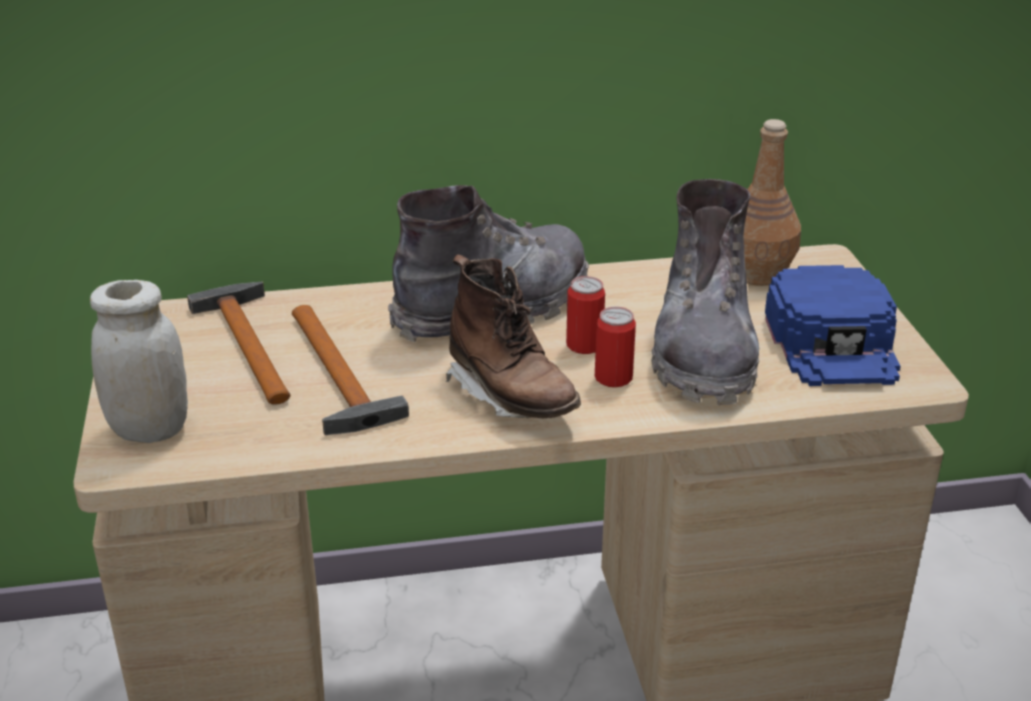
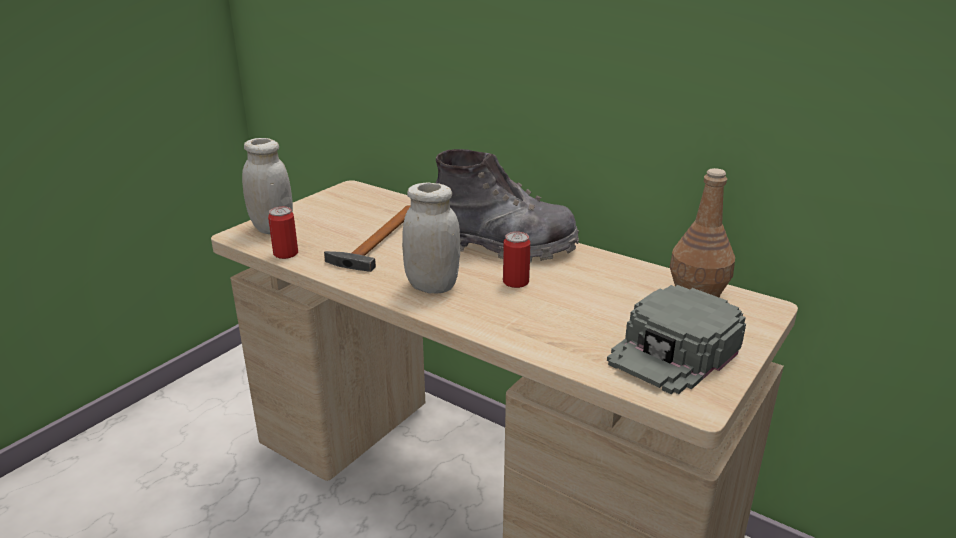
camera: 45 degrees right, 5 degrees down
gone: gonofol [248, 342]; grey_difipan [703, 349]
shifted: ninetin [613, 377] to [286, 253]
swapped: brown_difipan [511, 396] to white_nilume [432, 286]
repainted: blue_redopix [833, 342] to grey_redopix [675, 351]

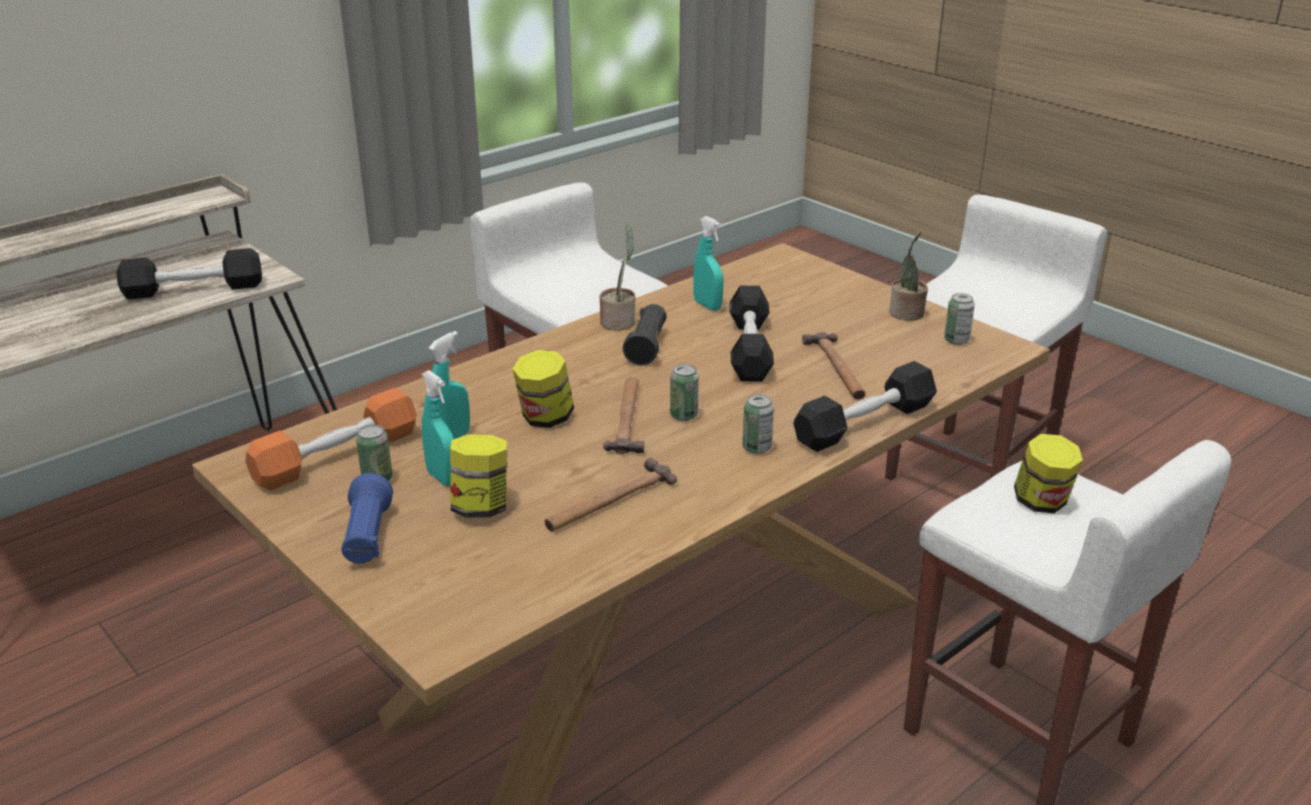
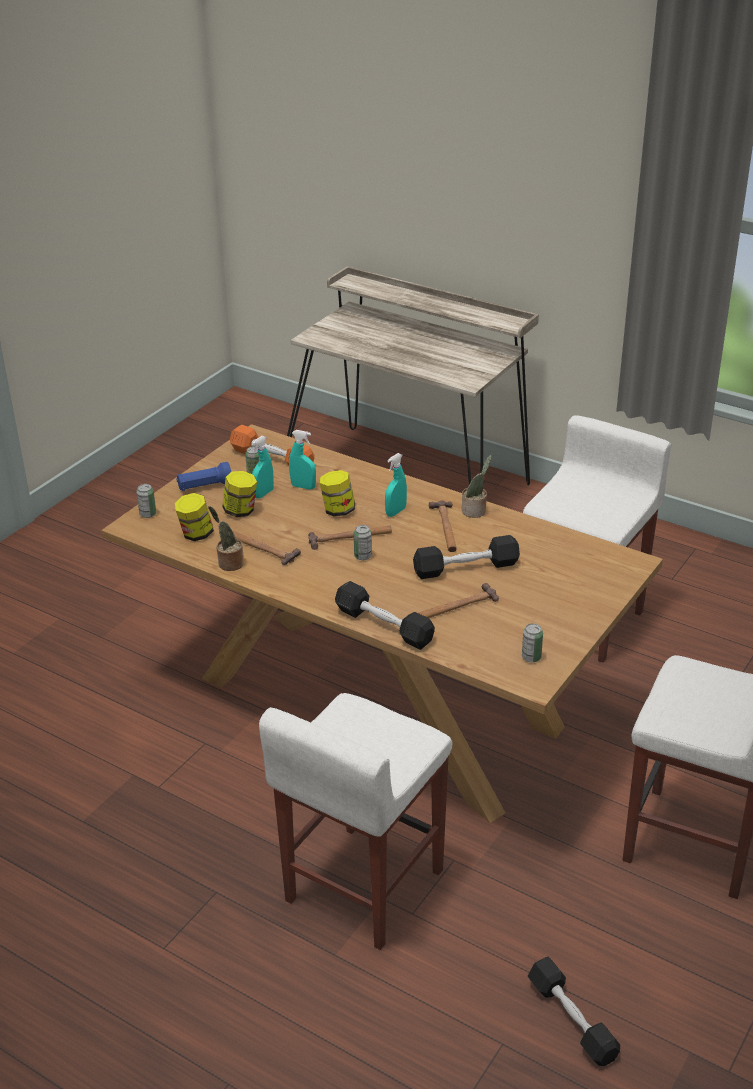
camera: 75 degrees right, 5 degrees up
shifted: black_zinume [193, 289] to [572, 1019]; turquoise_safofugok [707, 305] to [395, 512]; ninetin [756, 448] to [148, 514]; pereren [906, 314] to [229, 563]; nilume [1042, 502] to [196, 534]
swapped: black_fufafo [647, 347] to gonofol [445, 528]

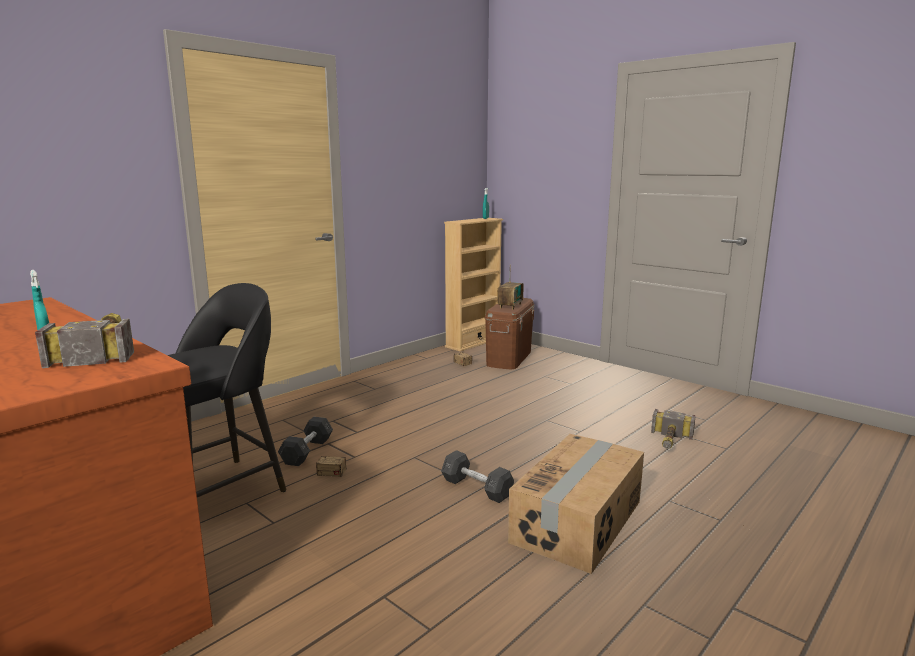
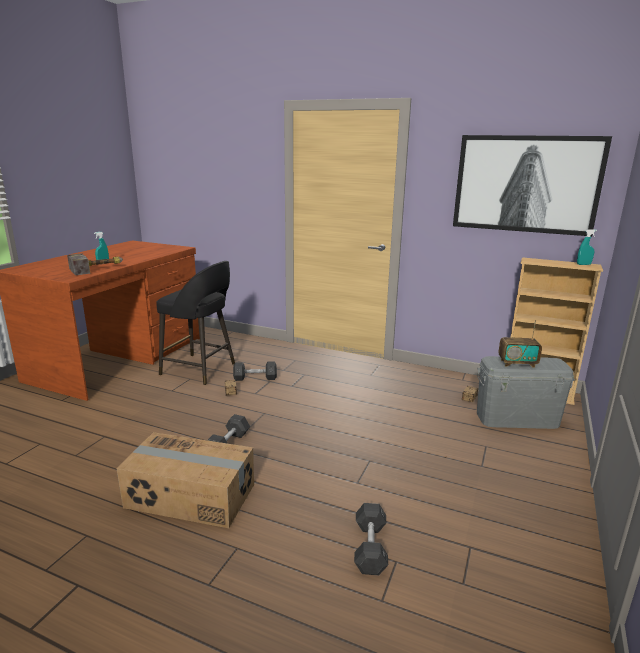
camera: 70 degrees right, 5 degrees up
new: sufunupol [526, 184]
swapped: gonofol [669, 442] to grey_zinume [370, 548]
repainted: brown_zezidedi [509, 358] to grey_zezidedi [517, 418]

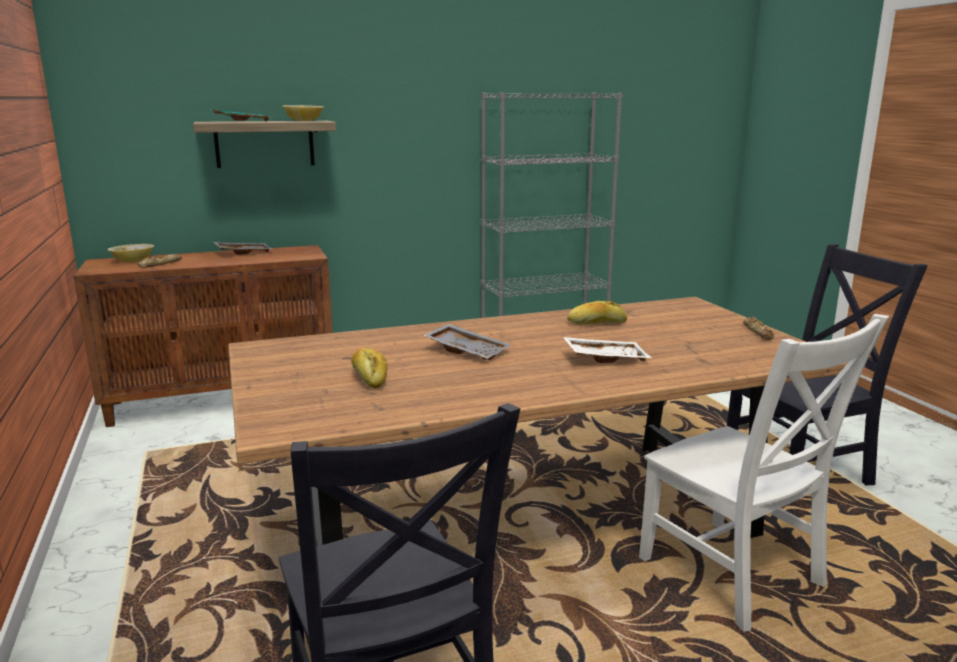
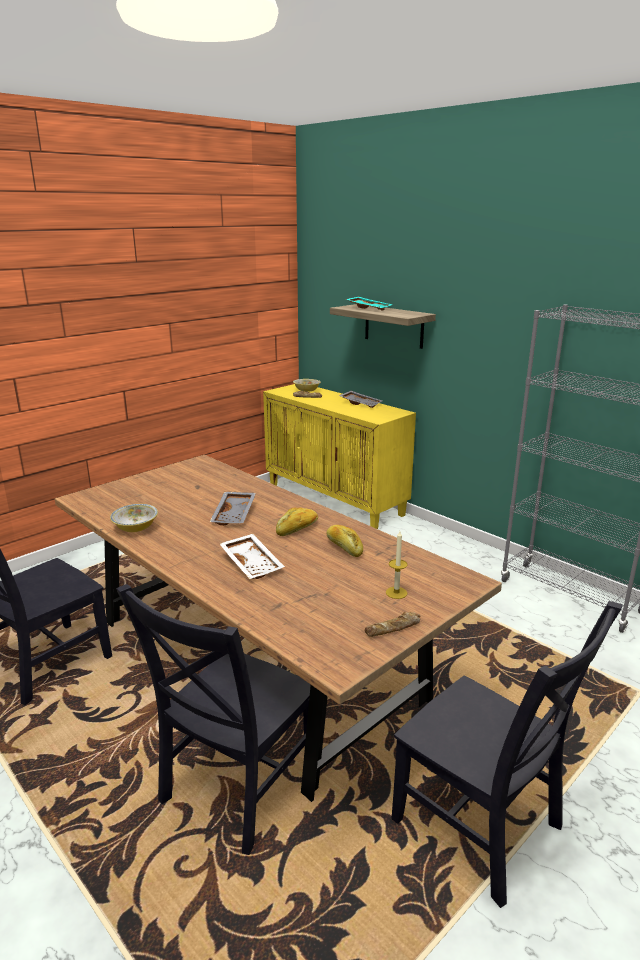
camera: 65 degrees right, 5 degrees up
new: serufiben [396, 593]
shifted: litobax [304, 121] to [135, 528]; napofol [370, 377] to [297, 529]
repainted: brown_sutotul [224, 399] to yellow_sutotul [335, 499]; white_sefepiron [735, 576] to black_sefepiron [235, 789]

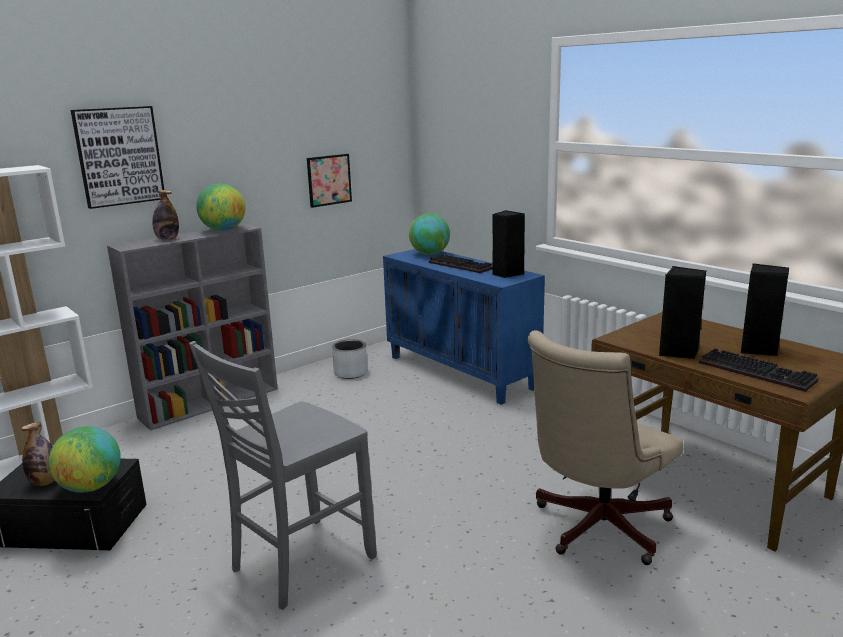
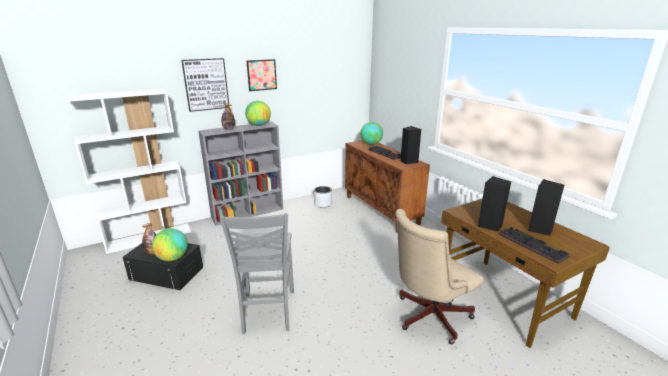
camera: 10 degrees right, 5 degrees up
shifted: sufunupol [329, 180] to [261, 75]
repainted: blue_sutotul [461, 372] to brown_sutotul [381, 210]
rotated: grey_sefepiron [299, 563] = [267, 312] 60 degrees counterclockwise

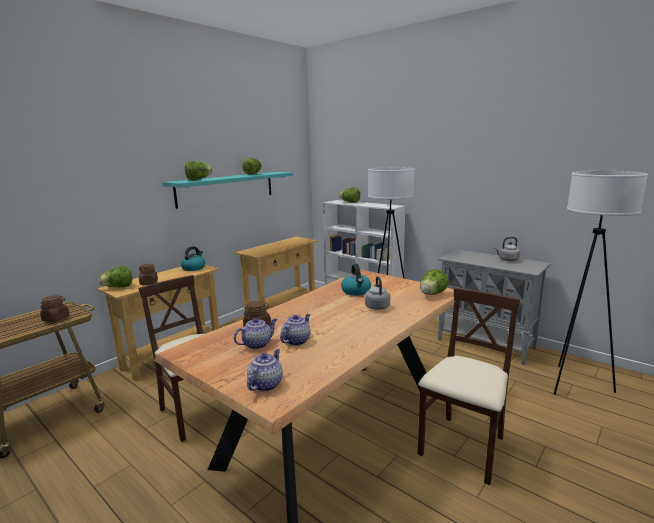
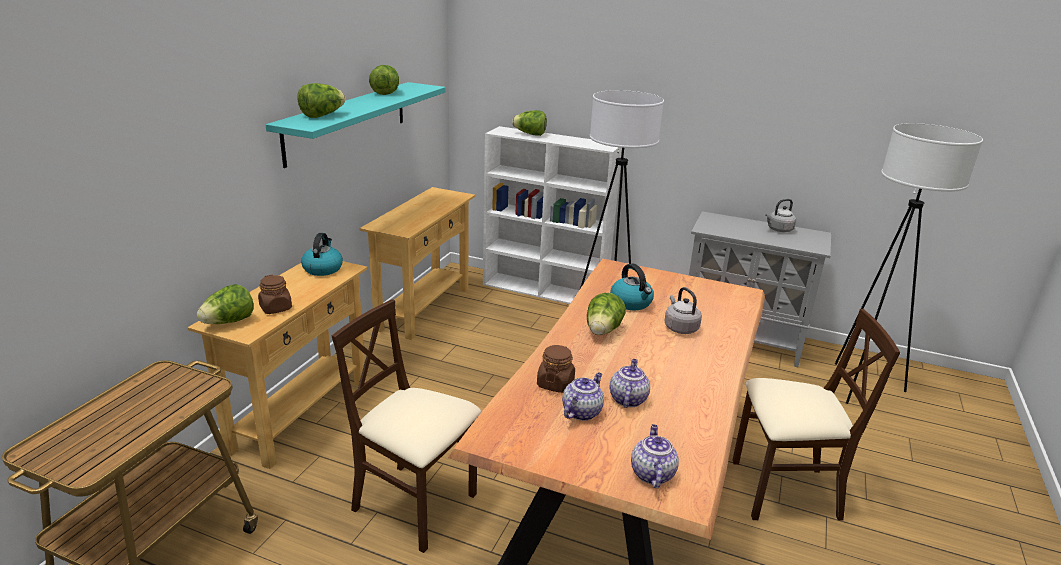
camera: 20 degrees left, 10 degrees up
gone: brown_nilume [56, 319]
shifted: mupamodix [432, 294] to [602, 331]
rotated: beige_sefepiron [463, 447] = [783, 491] 75 degrees clockwise

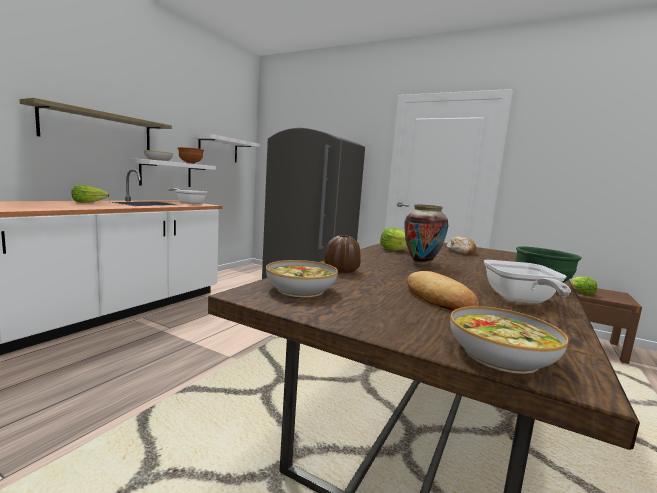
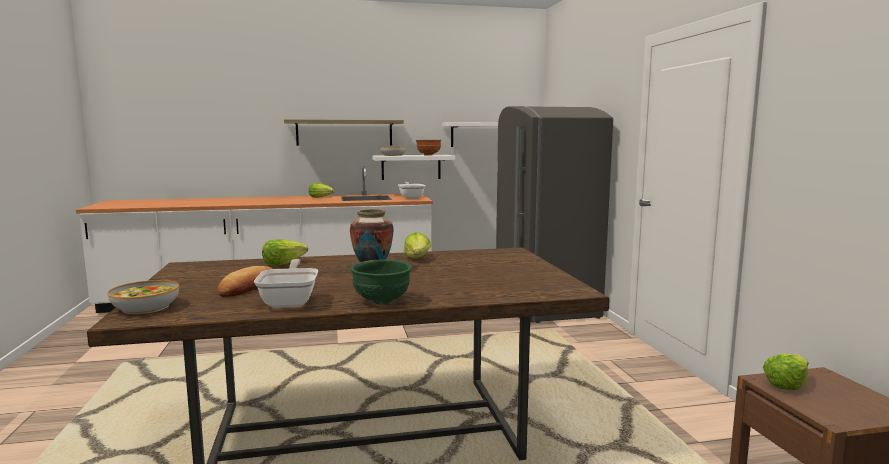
camera: 50 degrees right, 0 degrees up
gone: litobax [301, 289]; napofol [461, 252]
swapped: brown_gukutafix [341, 270] to mupamodix [283, 263]
rotated: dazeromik [520, 300] = [290, 301] 120 degrees clockwise

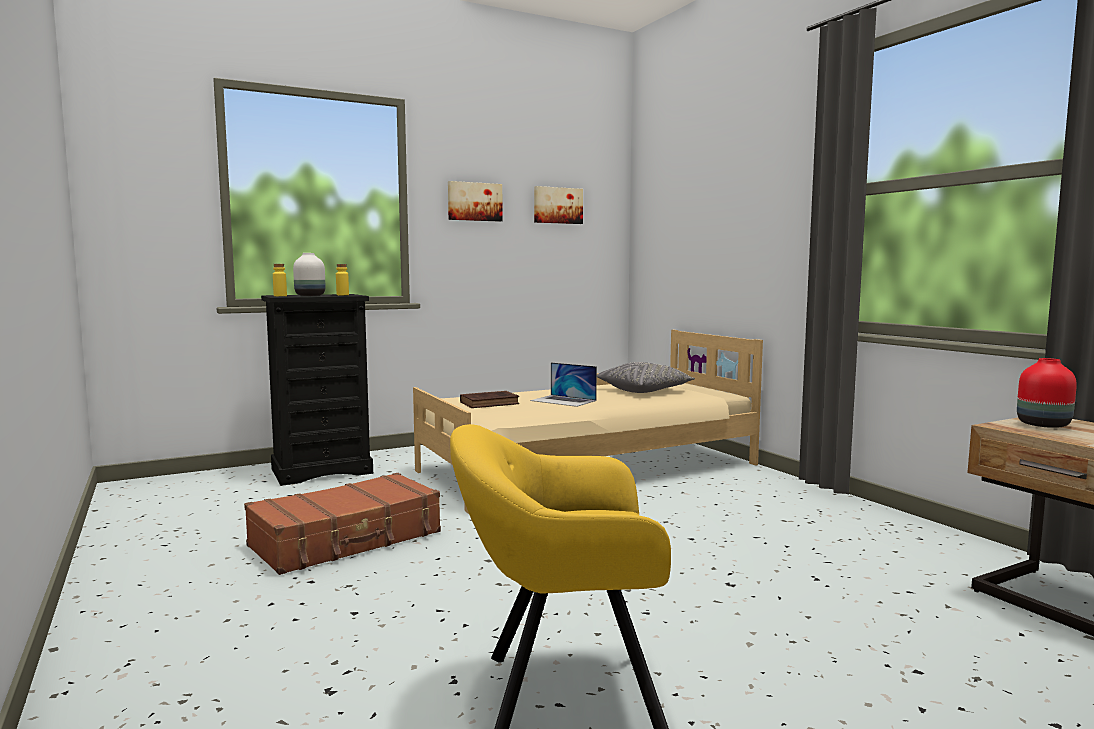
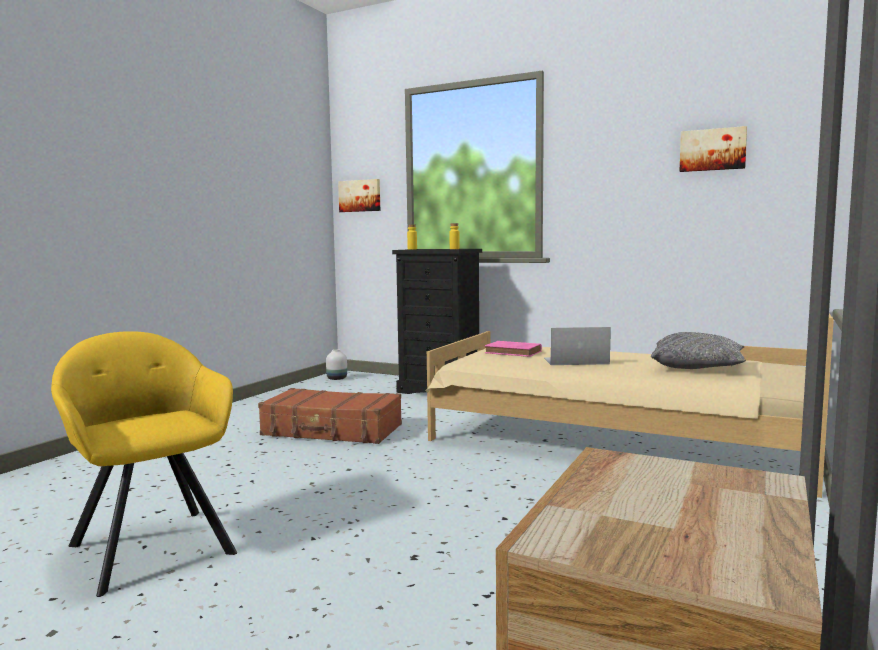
camera: 55 degrees right, 0 degrees up
gone: red_gukutafix [1042, 425]
shifted: white_gukutafix [311, 295] to [337, 378]; sufunupol [474, 201] to [360, 196]
repainted: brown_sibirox [491, 403] to pink_sibirox [514, 352]
rotated: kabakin [563, 400] = [575, 361] 90 degrees clockwise

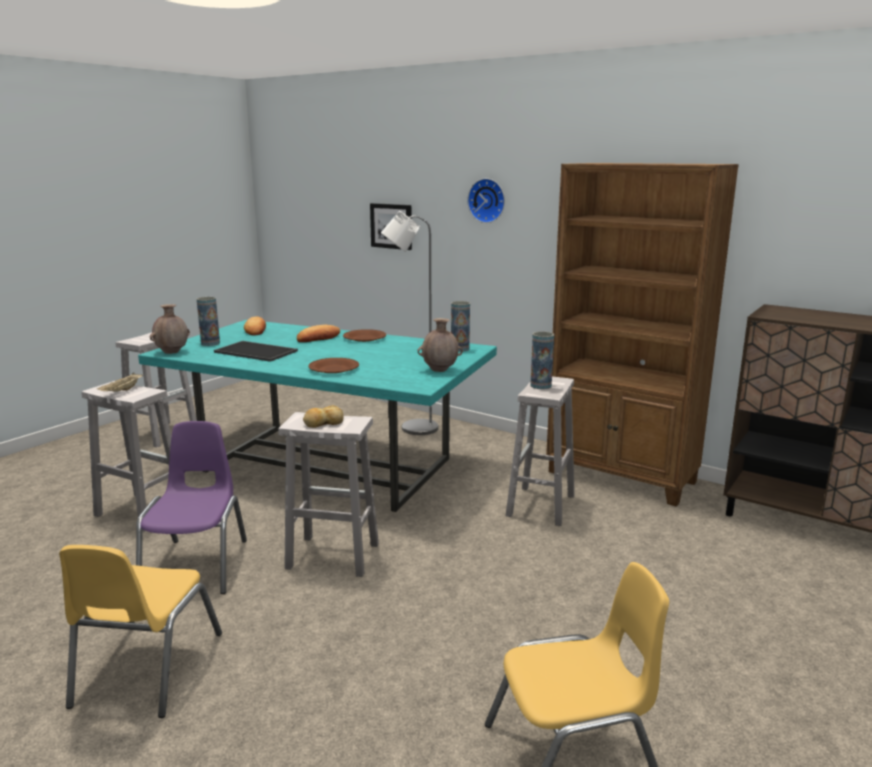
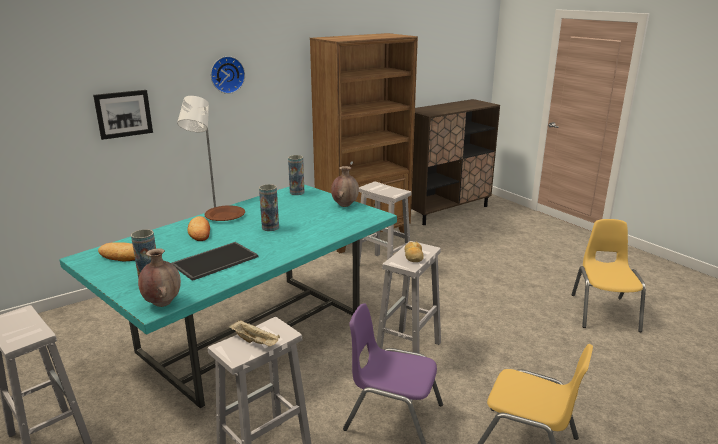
camera: 70 degrees left, 5 degrees up
gone: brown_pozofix [334, 369]
shifted: gukutafix [540, 385] to [270, 227]

